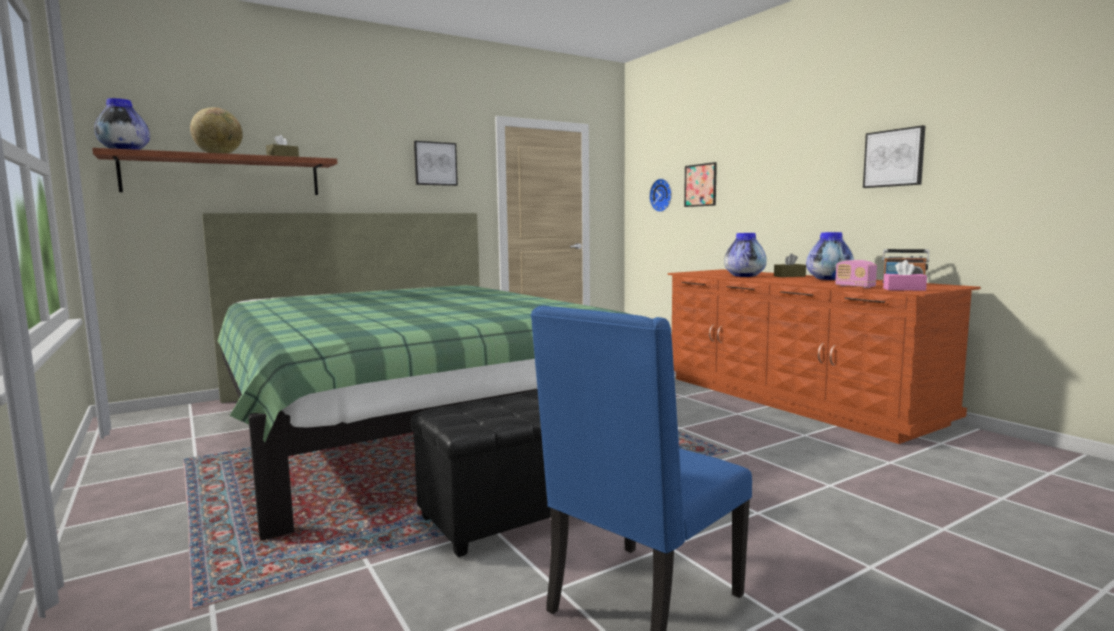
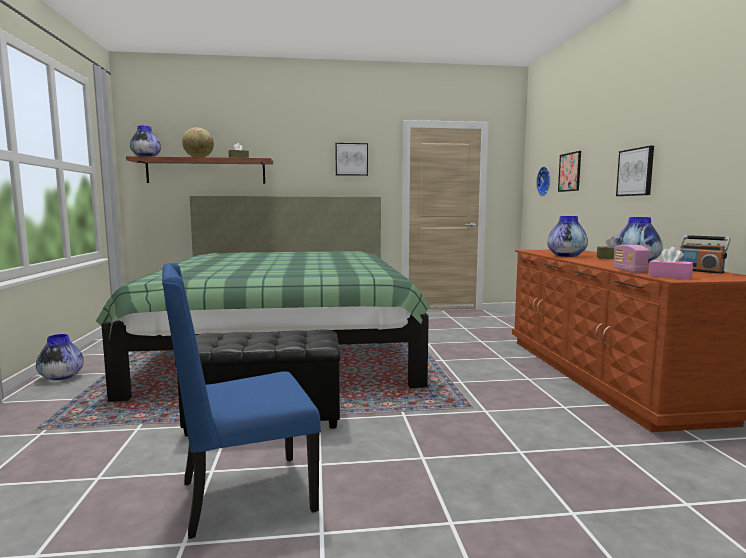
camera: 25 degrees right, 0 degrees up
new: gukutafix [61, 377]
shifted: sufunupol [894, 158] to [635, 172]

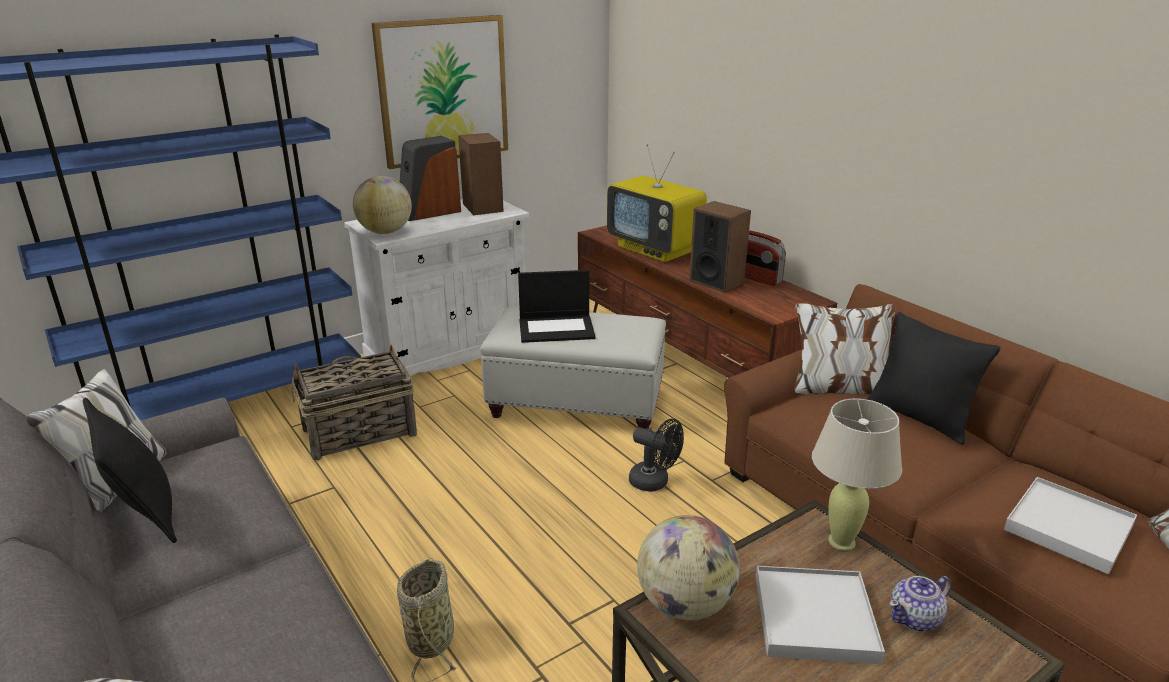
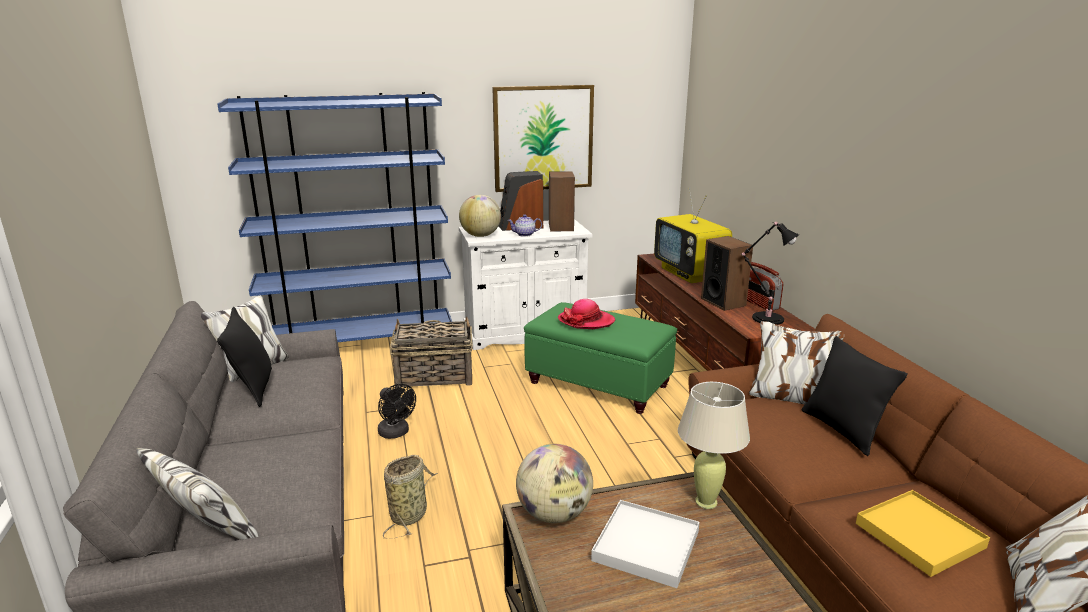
camera: 20 degrees right, 5 degrees down
new: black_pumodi [765, 318]
shifted: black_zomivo [654, 482] to [396, 433]; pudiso [915, 618] to [525, 234]
swapped: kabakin [557, 328] to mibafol [586, 321]
repainted: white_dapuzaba [577, 404] to green_dapuzaba [599, 384]; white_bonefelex [1068, 528] to yellow_bonefelex [919, 535]

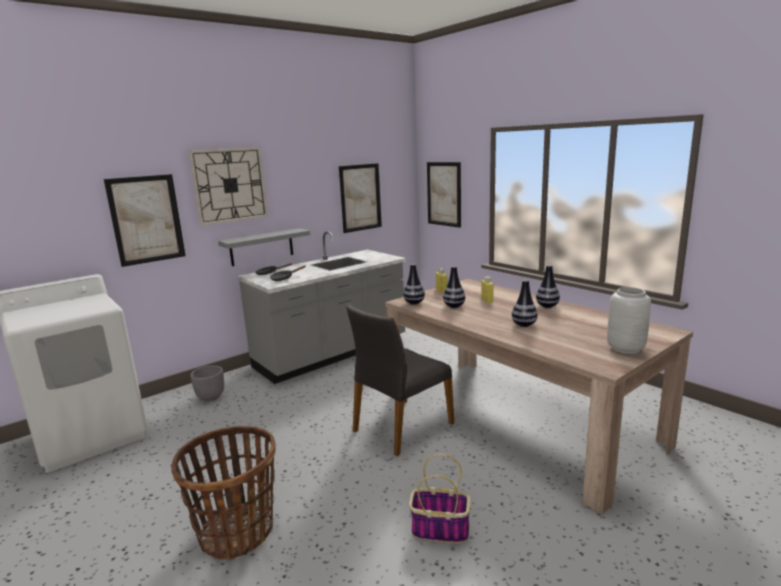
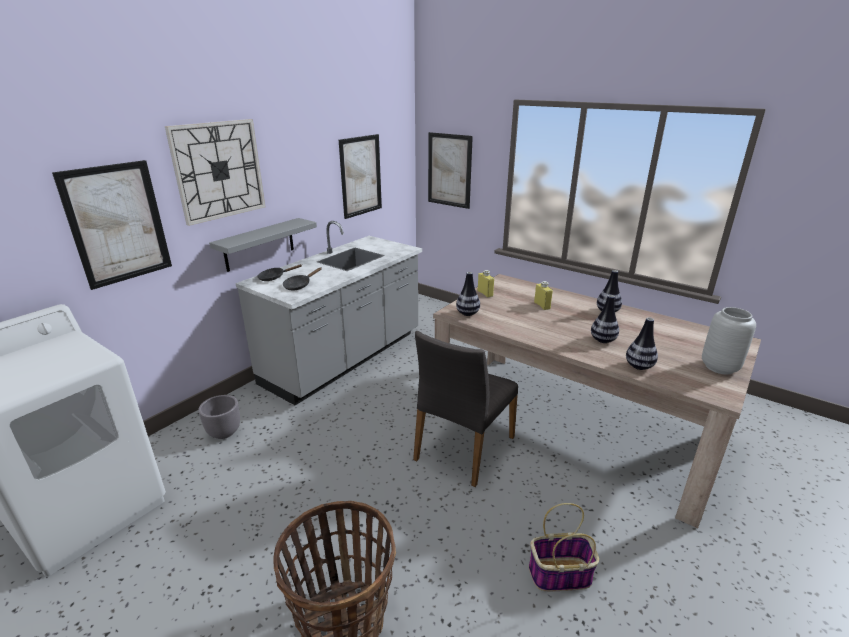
camera: 15 degrees left, 10 degrees up
shifted: gukutafix [454, 306] to [639, 366]

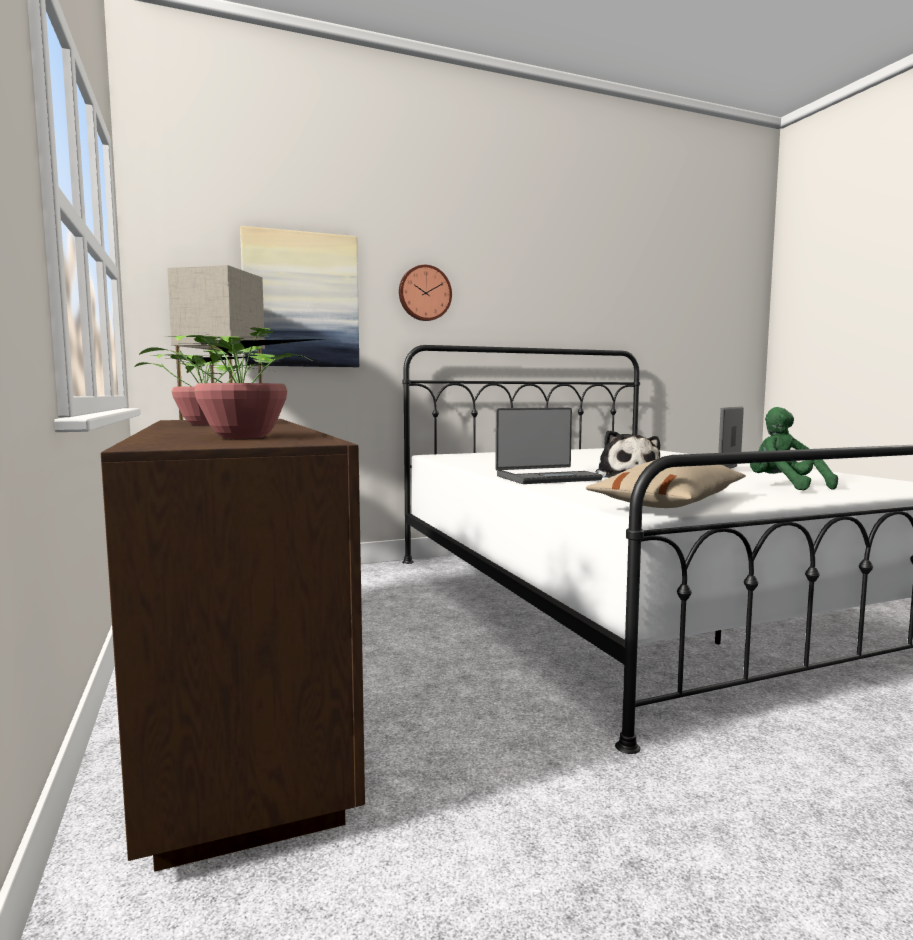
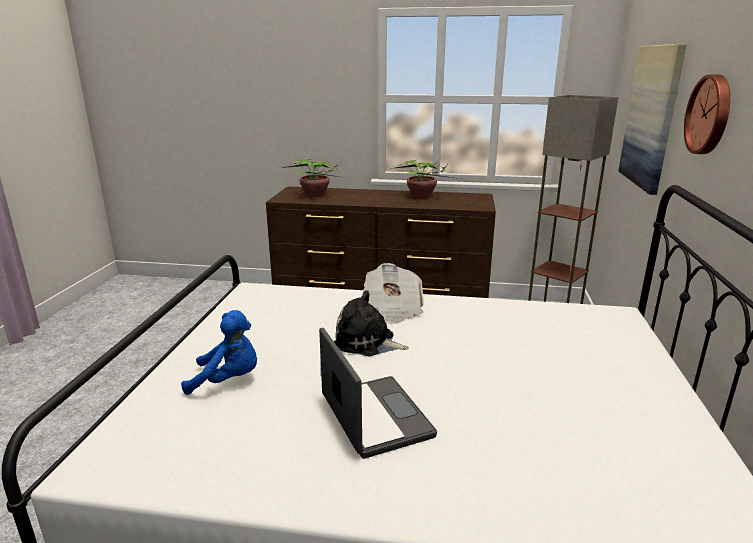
camera: 120 degrees right, 15 degrees up
gone: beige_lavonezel [671, 503]
swapped: kabakin [546, 478] to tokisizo [393, 309]
repainted: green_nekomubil [784, 486] to blue_nekomubil [228, 380]

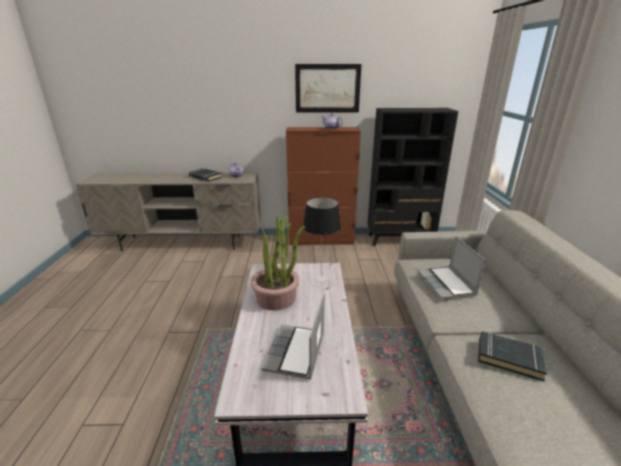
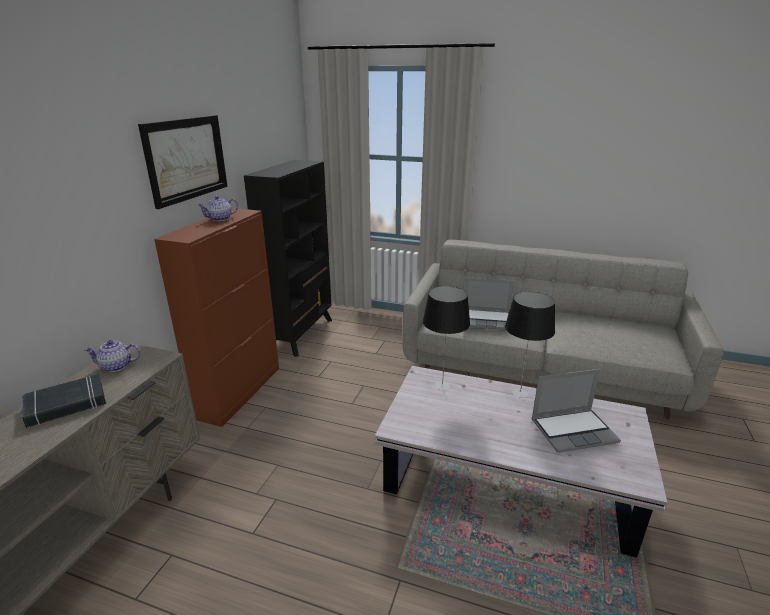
camera: 70 degrees left, 0 degrees up
gone: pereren [276, 298]; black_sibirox [509, 358]
new: pumodi [520, 392]
rotated: kabakin [296, 353] = [574, 430] 45 degrees counterclockwise

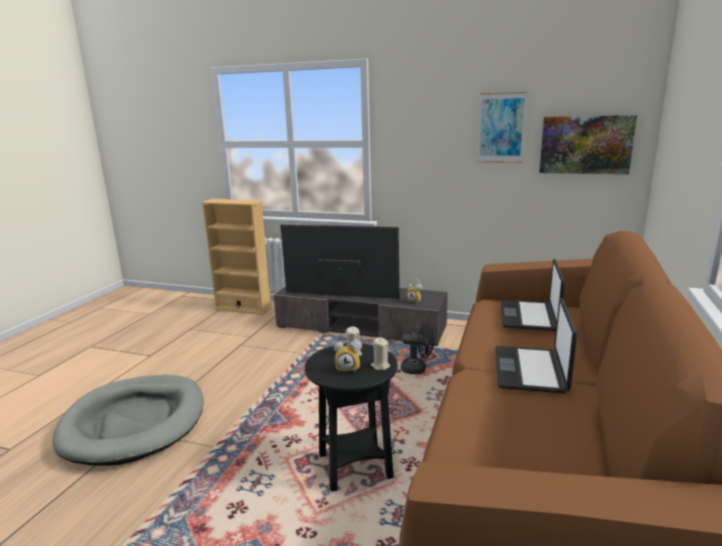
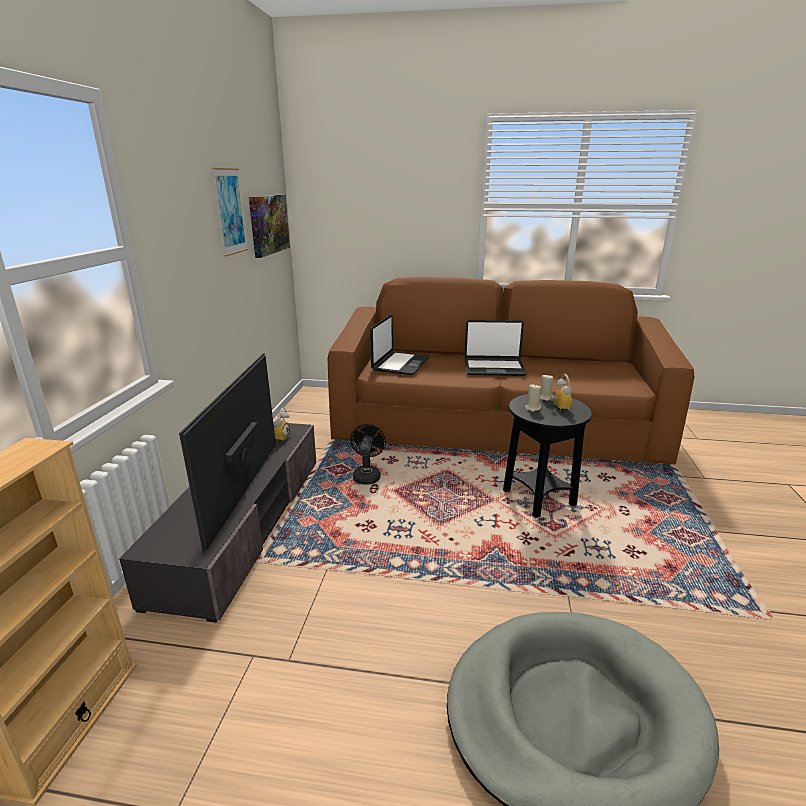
camera: 100 degrees left, 5 degrees up
rotated: kabakin [529, 316] = [400, 364] 75 degrees counterclockwise

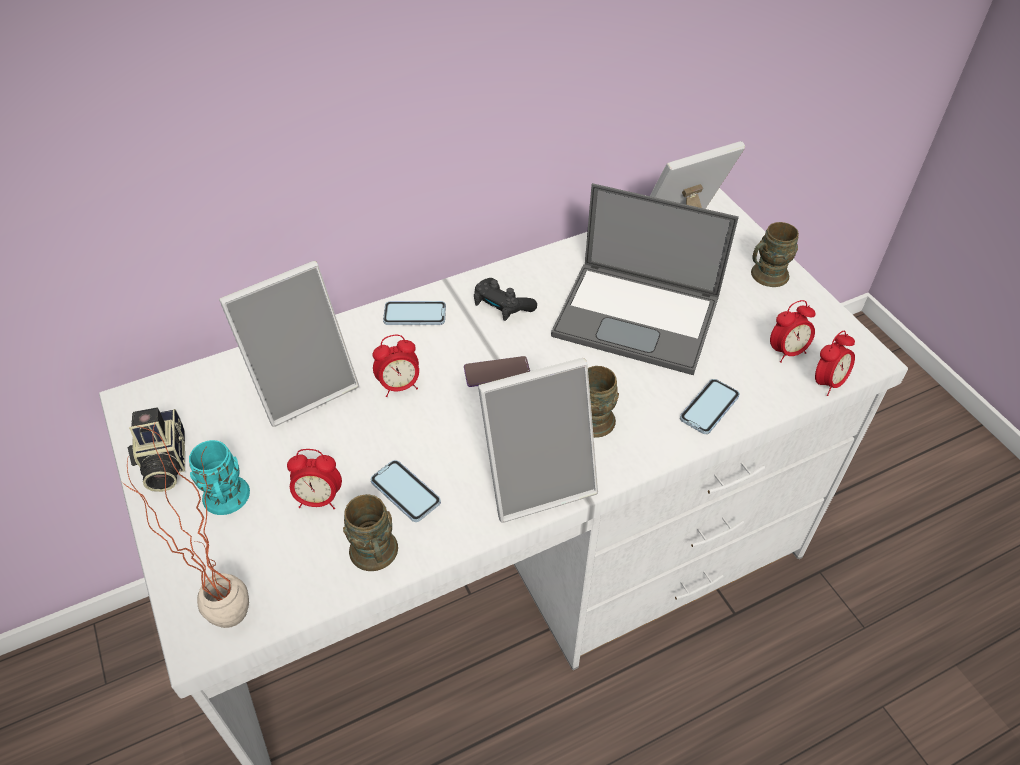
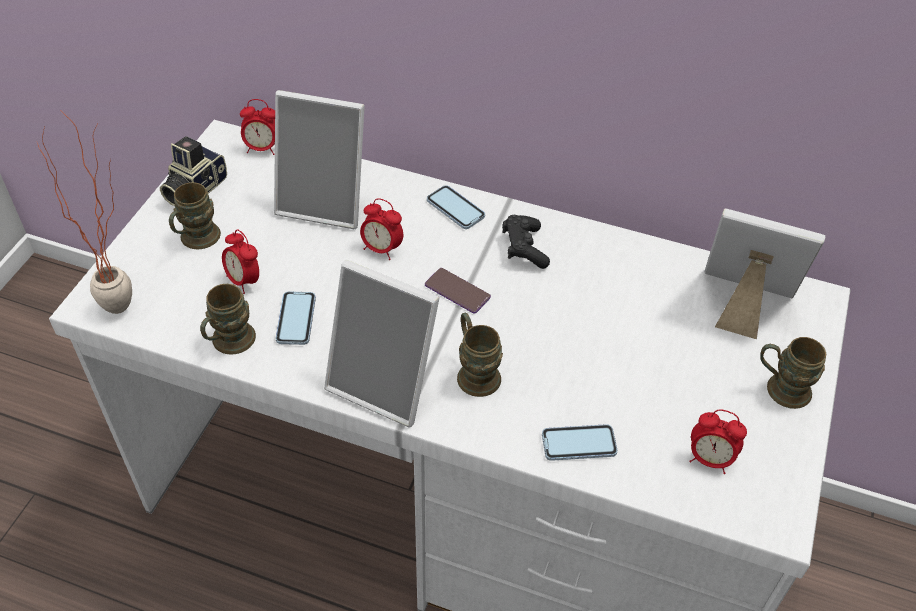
camera: 45 degrees right, 0 degrees up
gone: kabakin [638, 317]
shifted: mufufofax [827, 382] to [262, 148]
repainted: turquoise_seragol [228, 502] to brown_seragol [196, 240]

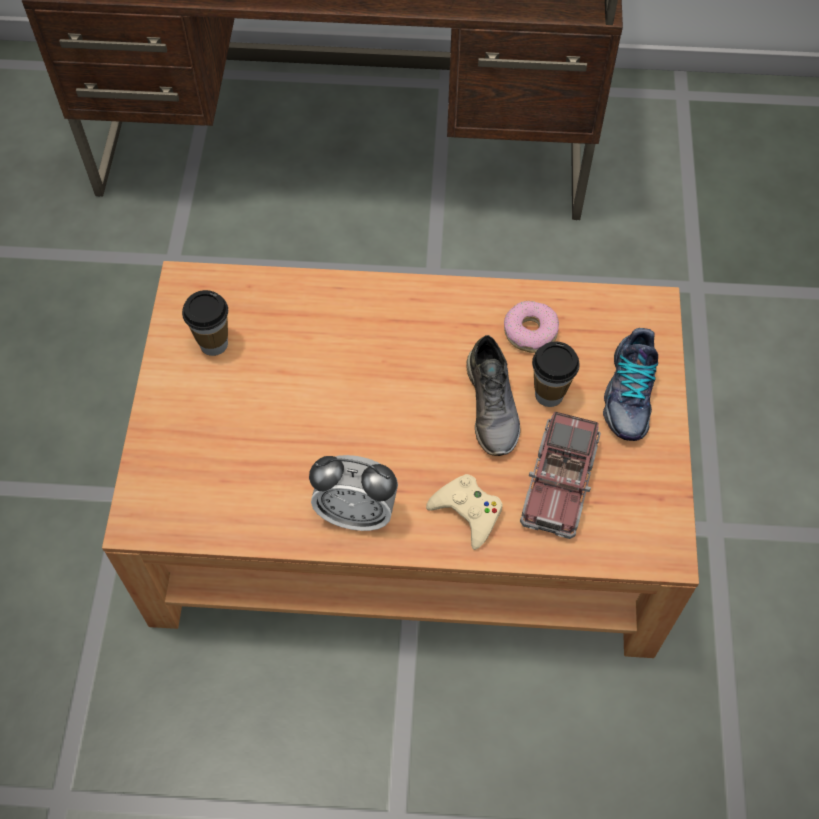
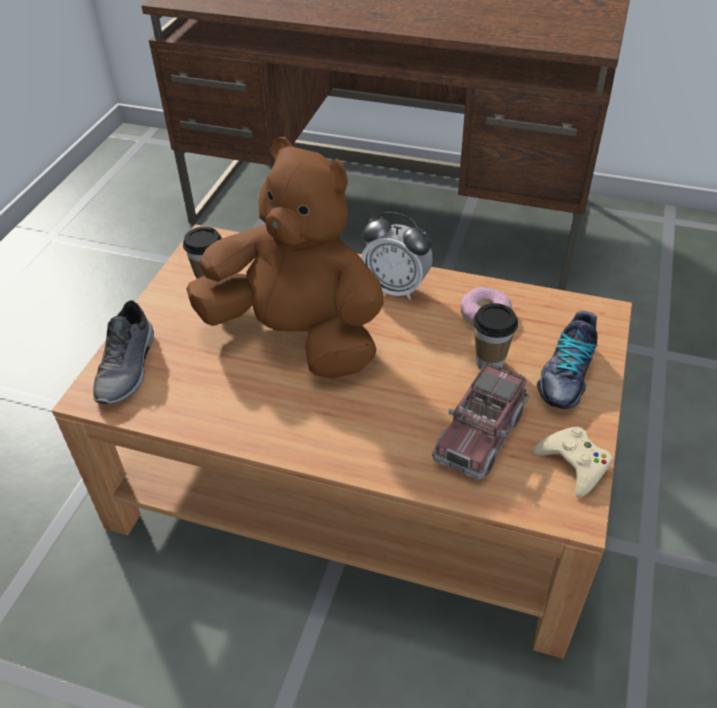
camera: 15 degrees right, 15 degrees down
new: brown_nekomubil [297, 335]
shifted: mufufofax [356, 513] to [396, 288]; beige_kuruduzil [467, 512] to [574, 464]; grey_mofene [493, 406] to [128, 368]

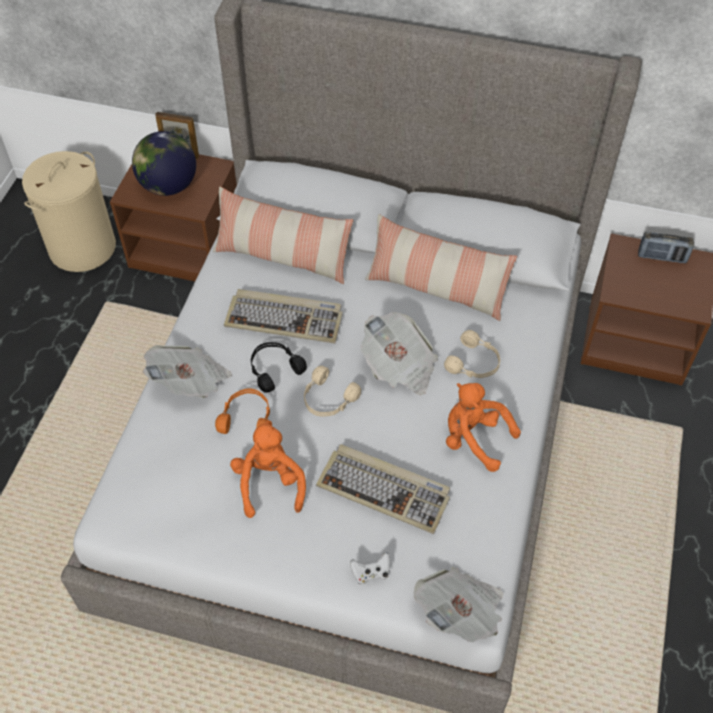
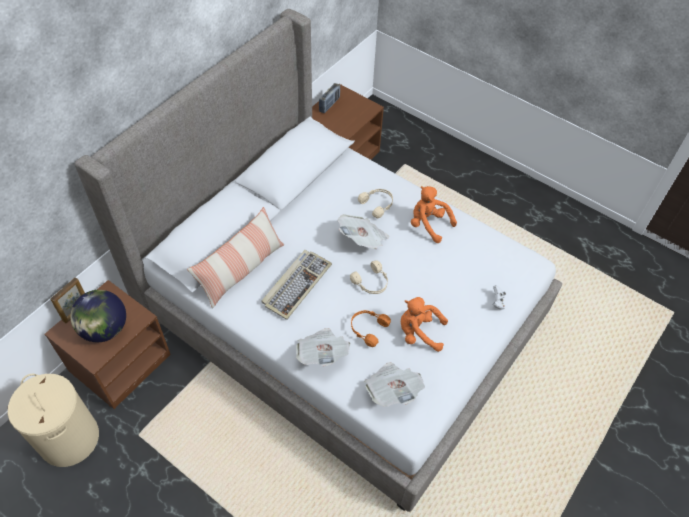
camera: 70 degrees left, 0 degrees up
gone: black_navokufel [274, 369]; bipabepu [385, 490]; lavonezel [436, 288]
shifted: tokisizo [460, 612] to [392, 390]
rotated: orange_nekomubil [474, 439] = [428, 224] 75 degrees clockwise

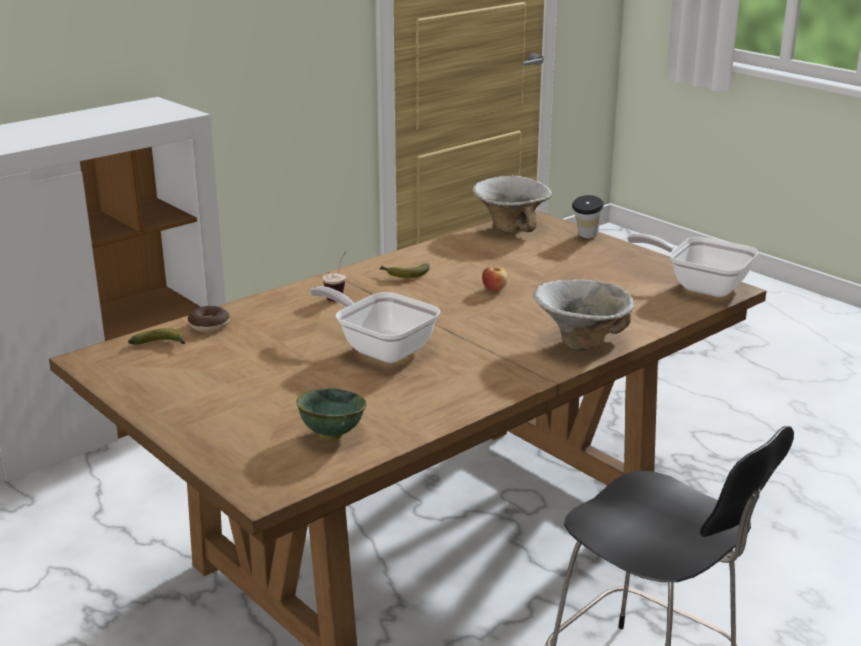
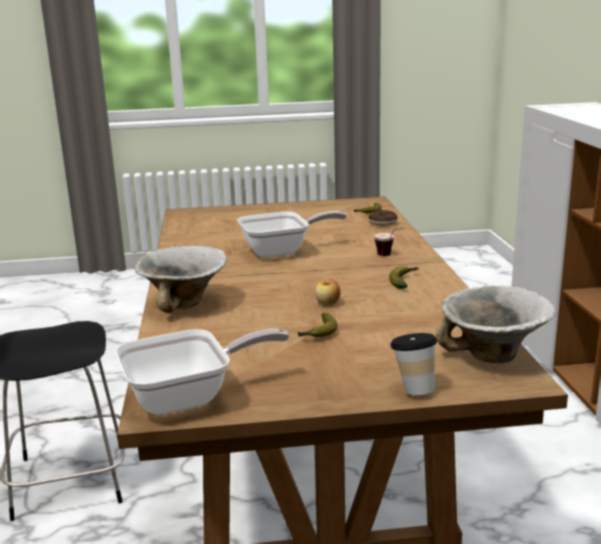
camera: 125 degrees right, 5 degrees down
gone: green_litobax [330, 434]
new: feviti [319, 333]

